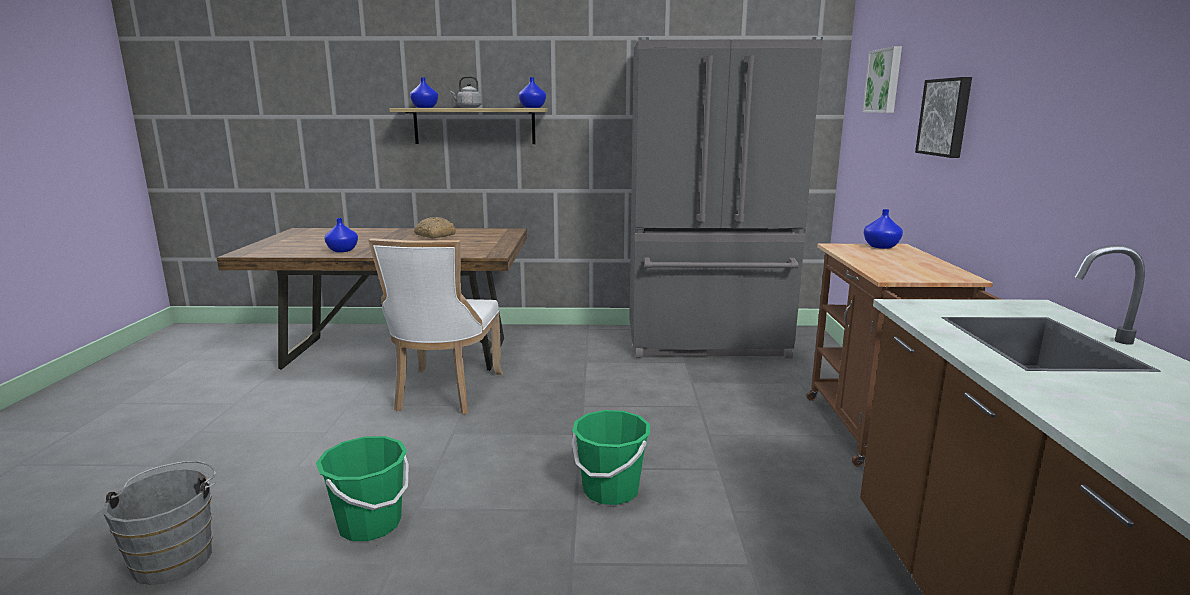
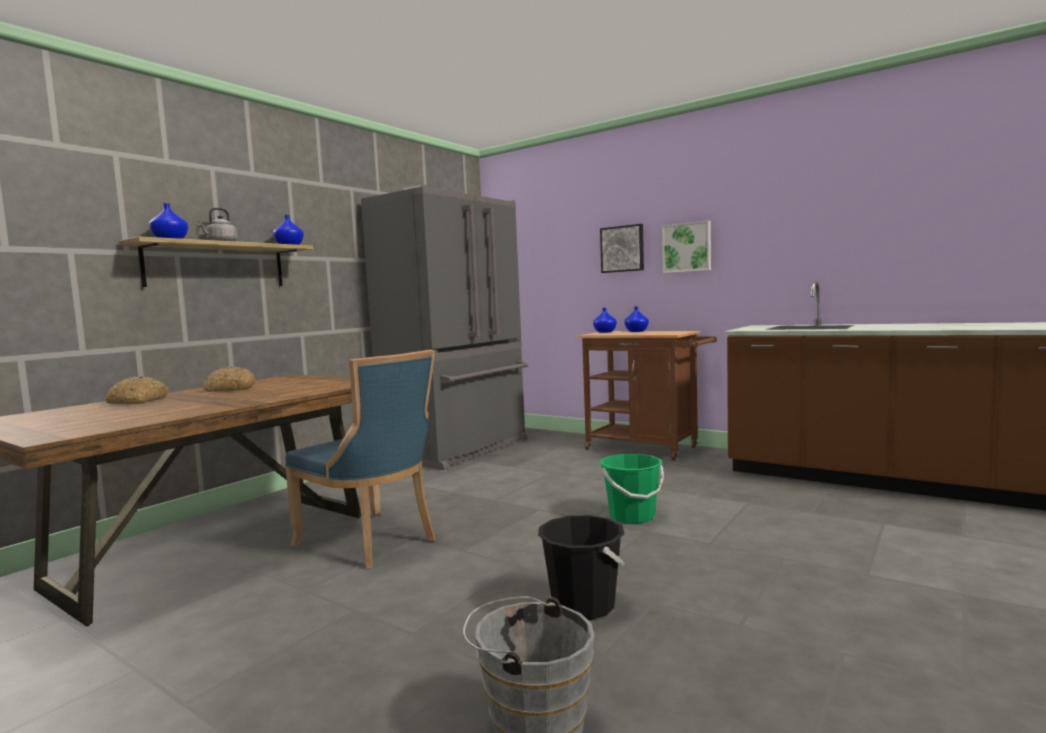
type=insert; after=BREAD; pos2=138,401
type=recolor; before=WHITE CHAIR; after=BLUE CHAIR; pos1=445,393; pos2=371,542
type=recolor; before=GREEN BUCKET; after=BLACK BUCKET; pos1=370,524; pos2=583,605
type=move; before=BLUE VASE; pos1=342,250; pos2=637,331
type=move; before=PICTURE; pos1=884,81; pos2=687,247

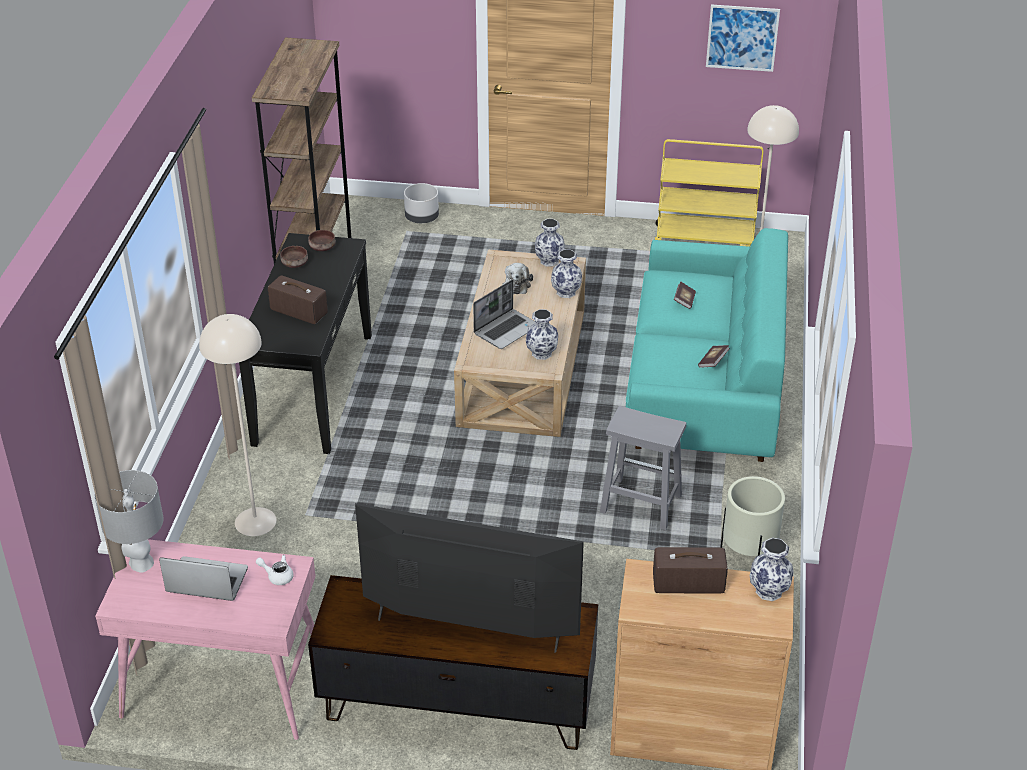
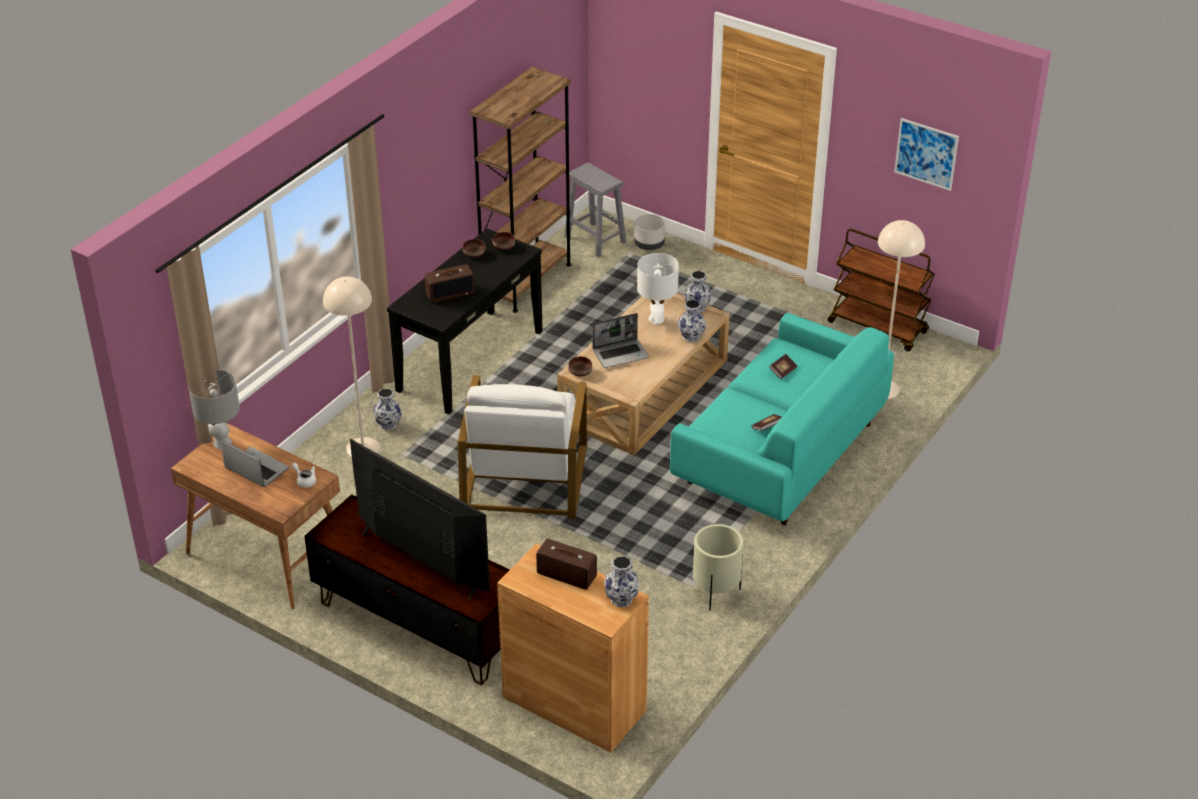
type=recolor; before=PINK DESK; after=BROWN DESK; pos1=223,686; pos2=266,556
type=move; before=VASE; pos1=541,353; pos2=388,424
type=rotate; before=RADIO; pos1=298,311; pos2=450,292; turn=105
type=insert; after=WHITE ARMCHAIR; pos2=523,477
type=move; before=GREY STOOL; pos1=639,503; pos2=594,239
type=insert; after=BROWN BOWL; pos2=580,372
type=replace; before=PLUSH TOY; after=WHITE TABLE LAMP; pos1=516,284; pos2=656,319
type=recolor; before=YELLOW CART; after=BROWN CART; pos1=705,239; pos2=878,327

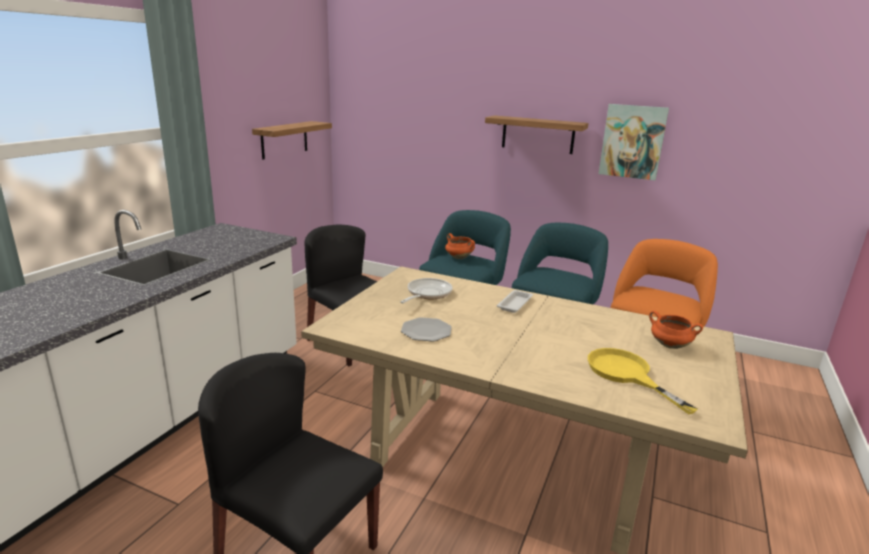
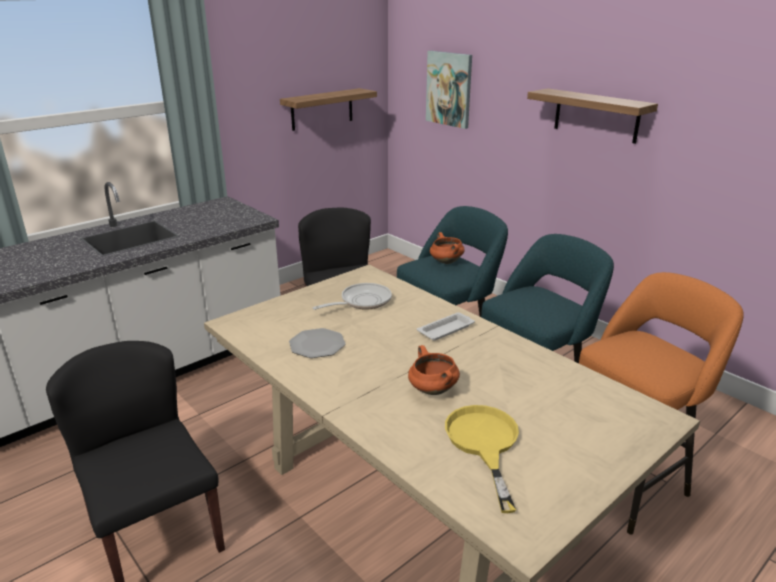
type=move; before=ORANGE COOKING POT; pos1=669,345; pos2=432,390
type=move; before=PICTURE; pos1=632,141; pos2=449,89

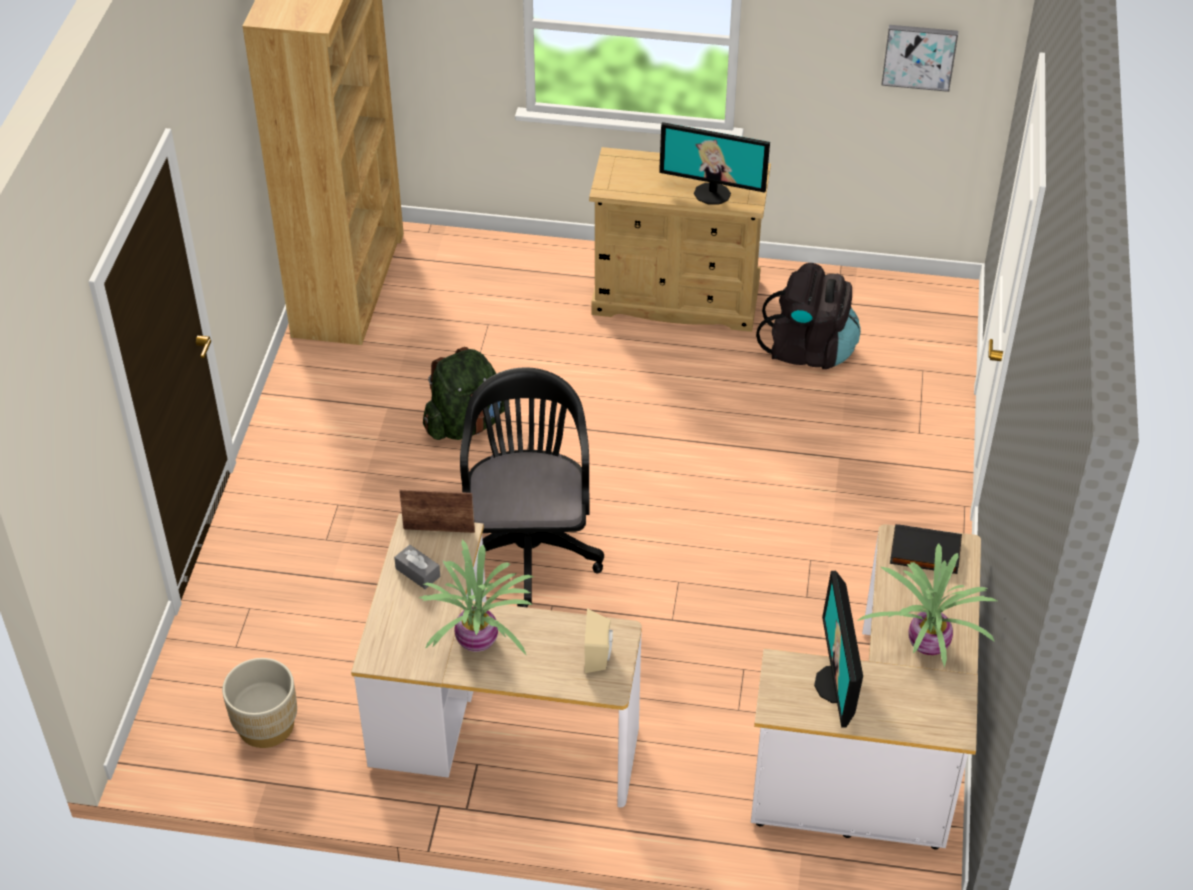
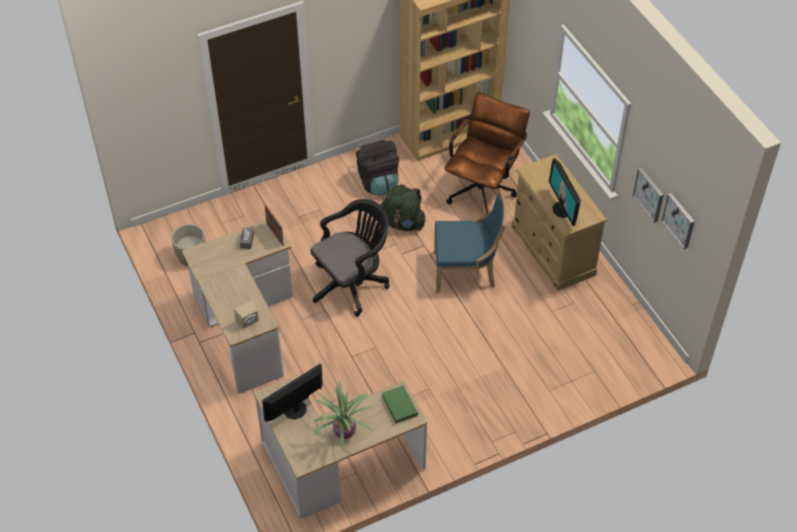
type=move; before=BLACK BACKPACK; pos1=809,350; pos2=378,182
type=recolor; before=BLACK BOOK; after=GREEN BOOK; pos1=924,553; pos2=398,405
type=insert; after=BLUE CHAIR; pos2=466,272
type=insert; after=BROWN OFFICE CHAIR; pos2=483,187
type=insert; after=PICTURE; pos2=649,194
type=delete; before=POTTED PLANT; pos1=477,642

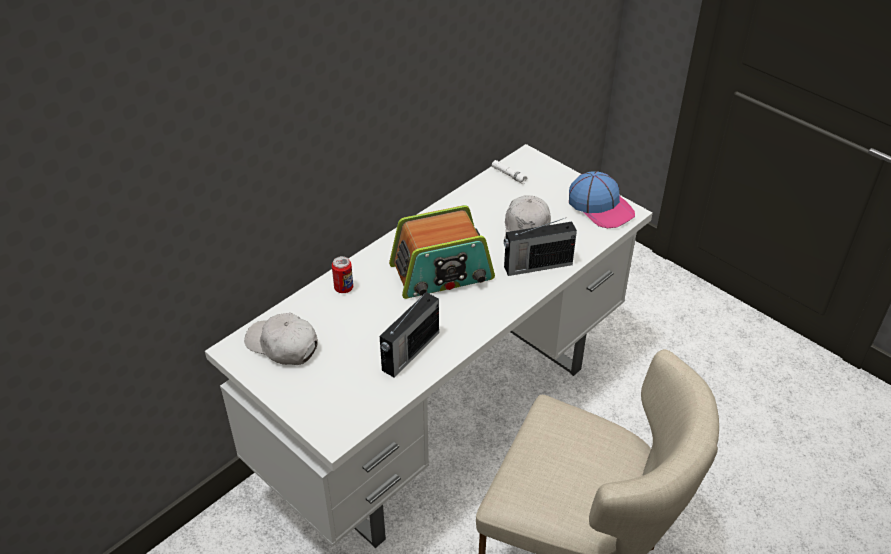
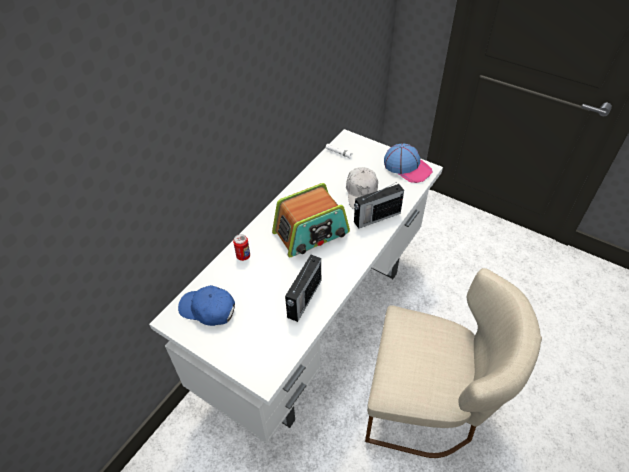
type=recolor; before=WHITE CAP; after=BLUE CAP; pos1=282,345; pos2=208,309

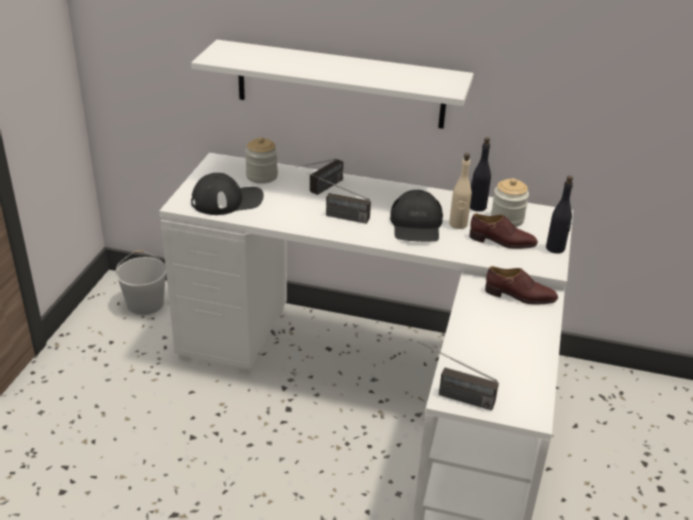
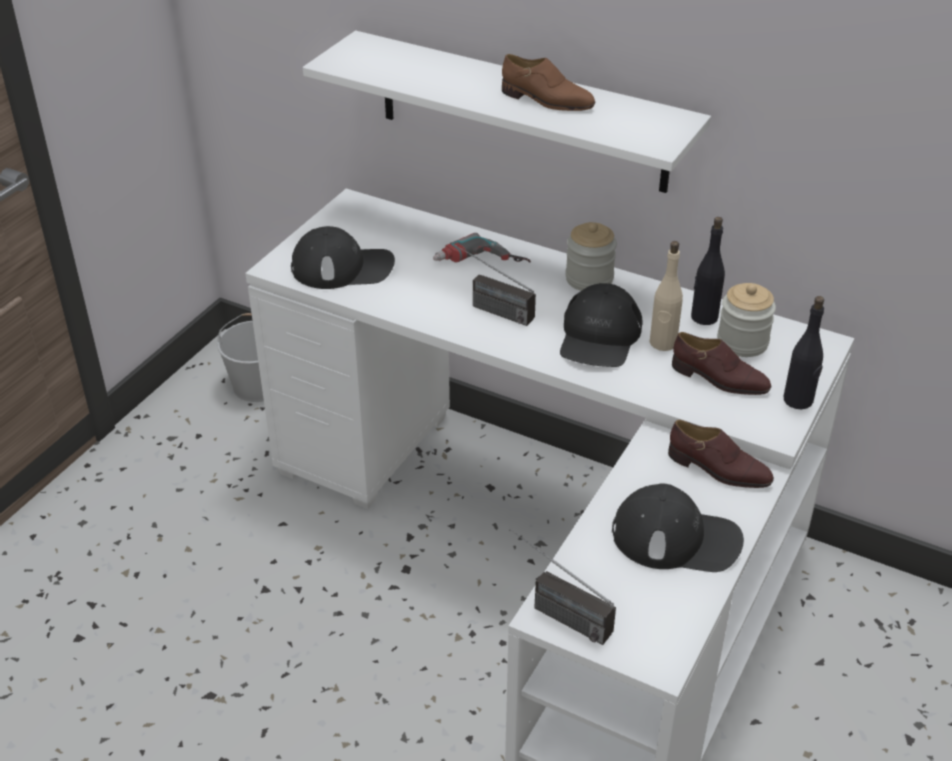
type=replace; before=RADIO; after=POWER DRILL; pos1=320,190; pos2=480,264
type=insert; after=BROWN SHOE; pos2=547,100
type=move; before=JAR; pos1=262,176; pos2=589,279
type=insert; after=BLACK CAP; pos2=676,538

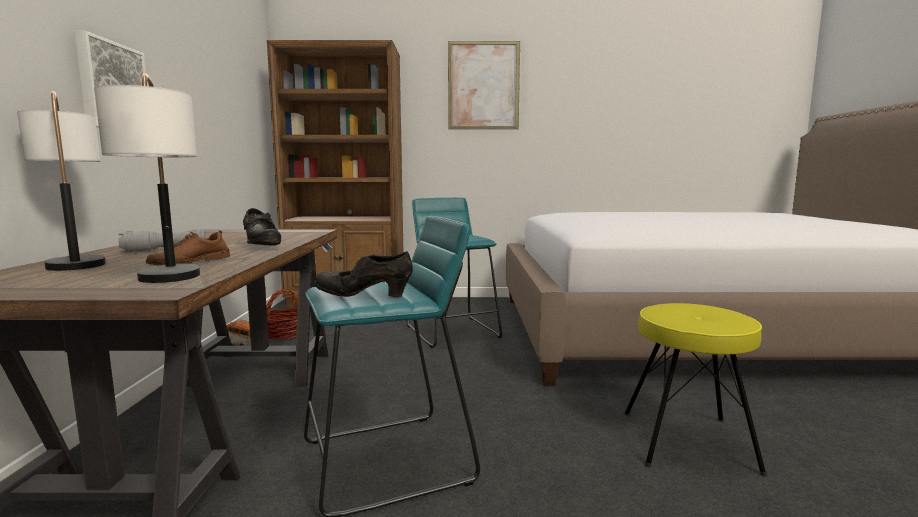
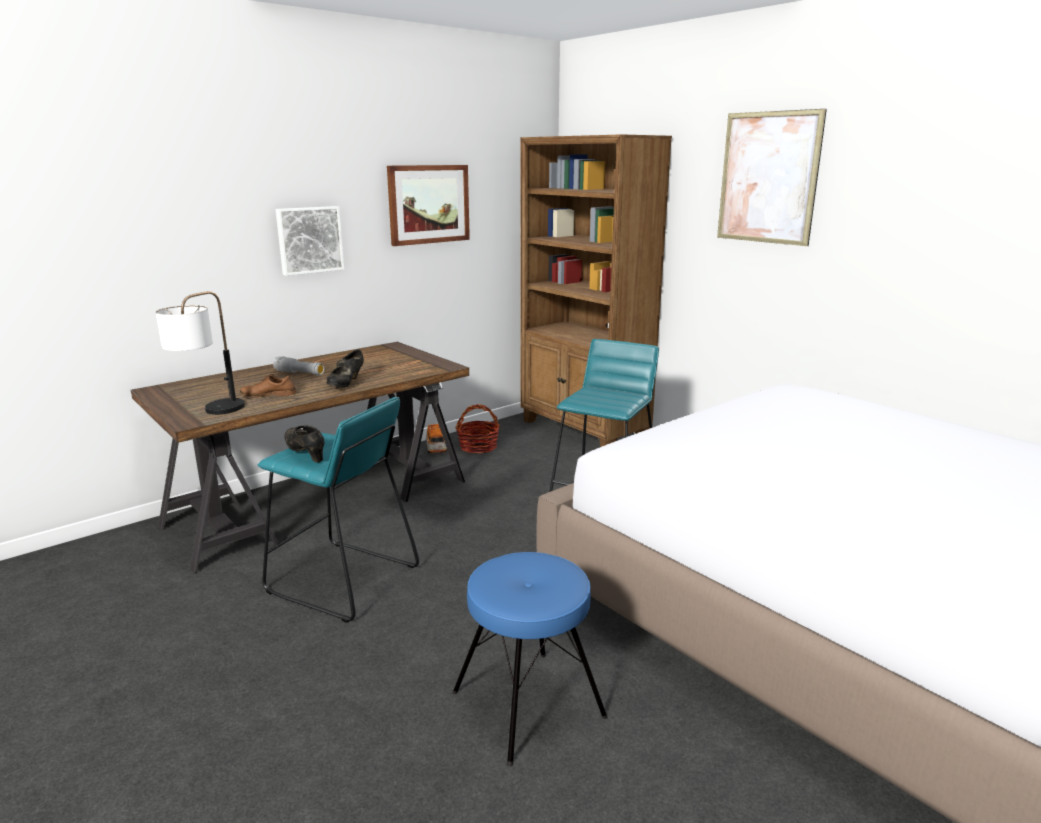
type=insert; after=PICTURE; pos2=428,204
type=recolor; before=YELLOW STOOL; after=BLUE STOOL; pos1=688,441; pos2=528,705
type=delete; before=TABLE LAMP; pos1=76,261

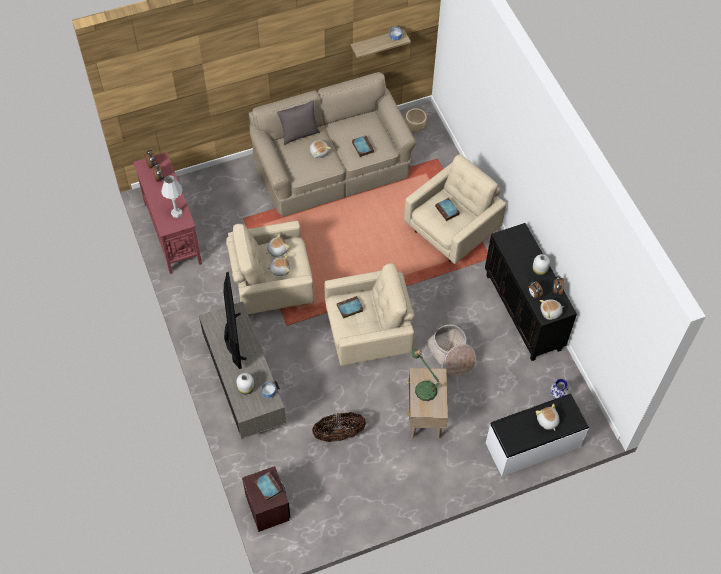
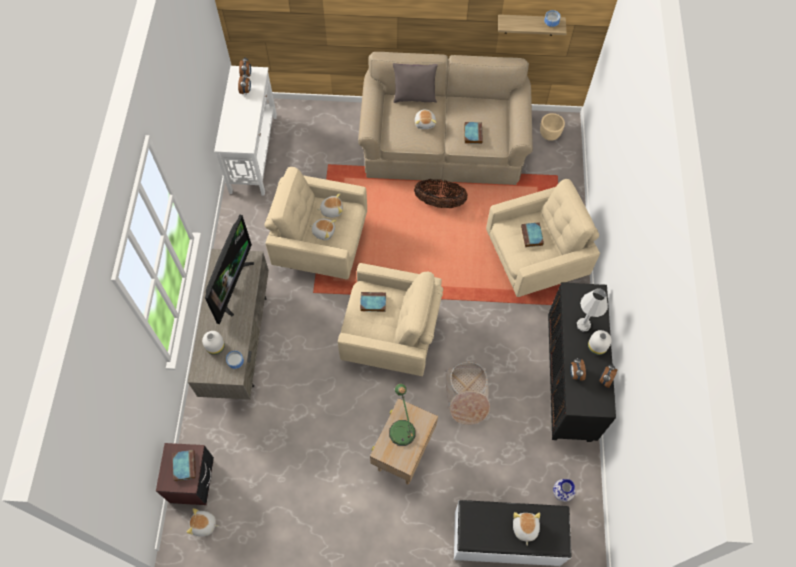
type=move; before=PLUSH TOY; pos1=550,312; pos2=204,525
type=recolor; before=RED CONSOLE TABLE; after=WHITE CONSOLE TABLE; pos1=172,232; pos2=254,153
type=move; before=BASKET; pos1=339,434; pos2=439,202
type=move; before=WHITE TABLE LAMP; pos1=176,213; pos2=583,325

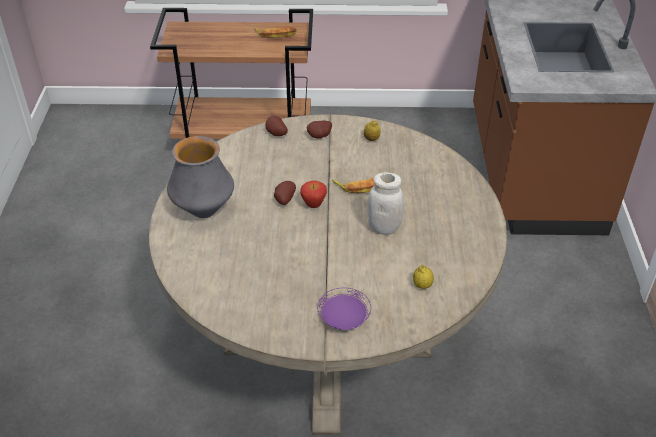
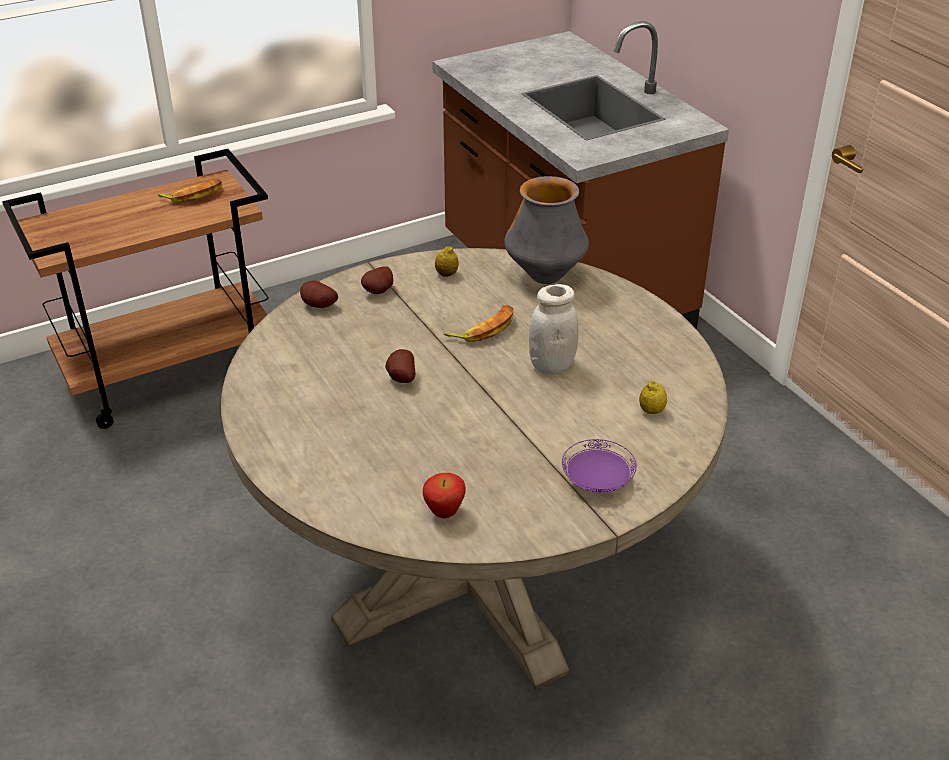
type=move; before=APPLE; pos1=313,205; pos2=444,513
type=move; before=VASE; pos1=203,210; pos2=545,277

